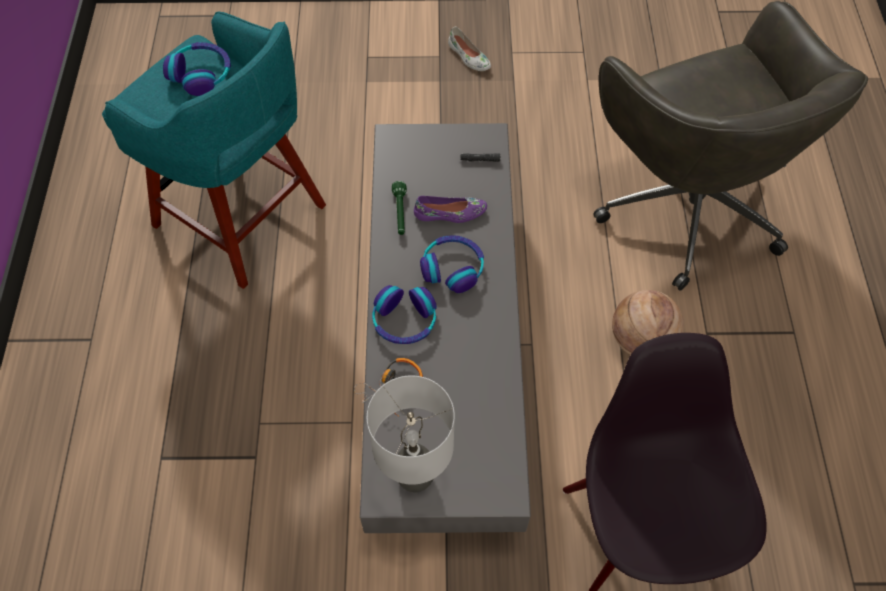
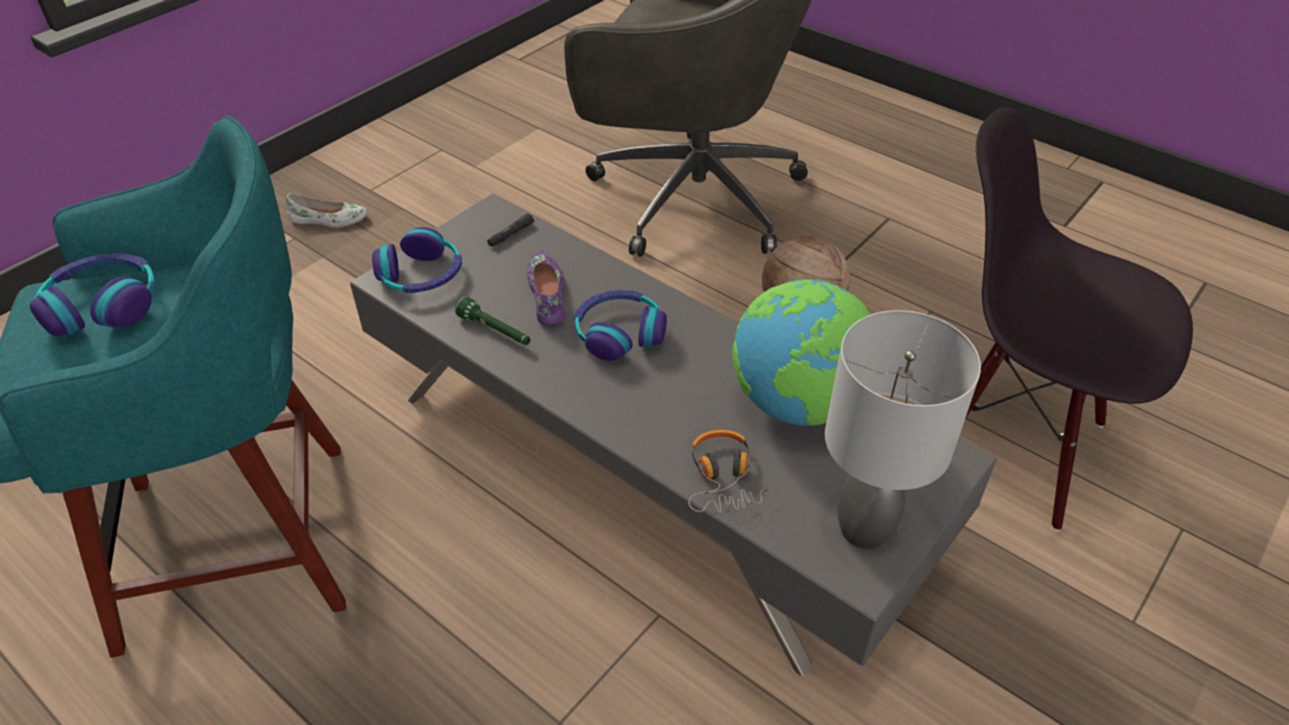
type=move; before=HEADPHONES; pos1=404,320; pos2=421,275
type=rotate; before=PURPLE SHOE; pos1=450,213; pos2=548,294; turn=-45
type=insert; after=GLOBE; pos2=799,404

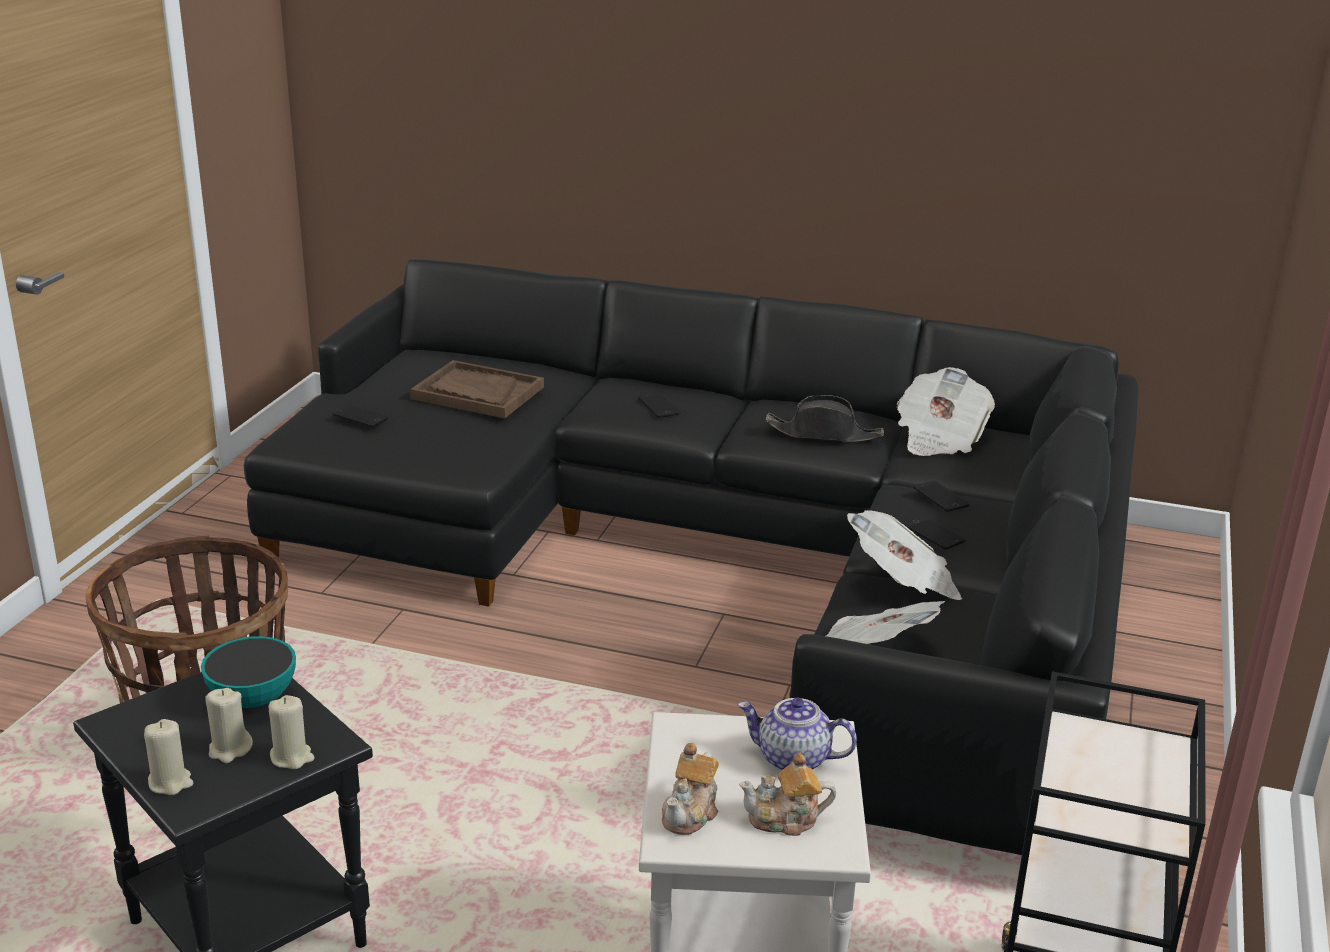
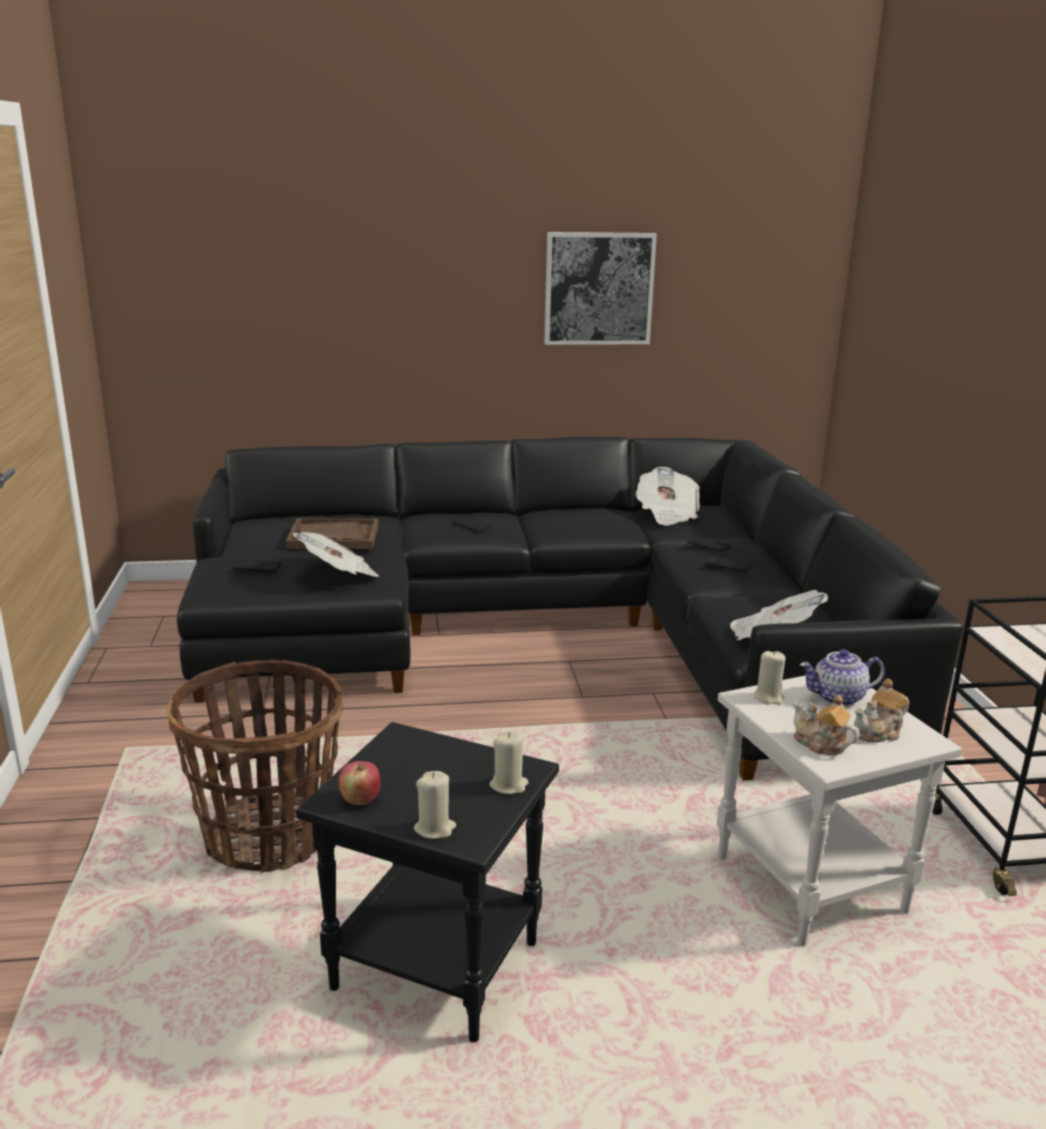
type=move; before=NEWSPAPER; pos1=903,583; pos2=338,575
type=insert; after=APPLE; pos2=360,800
type=insert; after=PICTURE; pos2=598,288
type=move; before=BEIGE CANDLE; pos1=230,749; pos2=769,697
type=rotate; before=TEAPOT; pos1=691,812; pos2=820,744; turn=135
type=delete; before=BOWL; pos1=253,699
type=delete; before=BLACK HAT; pos1=824,433

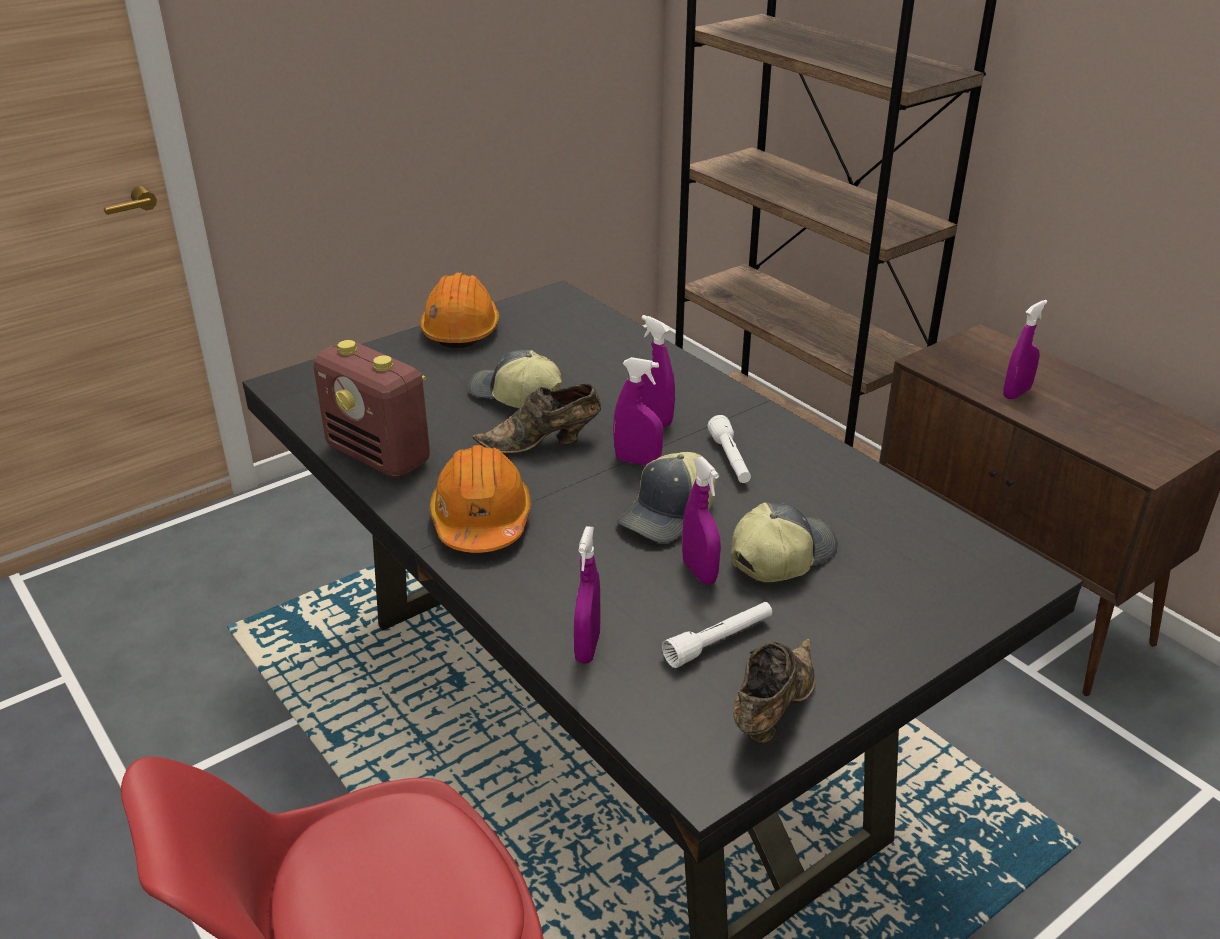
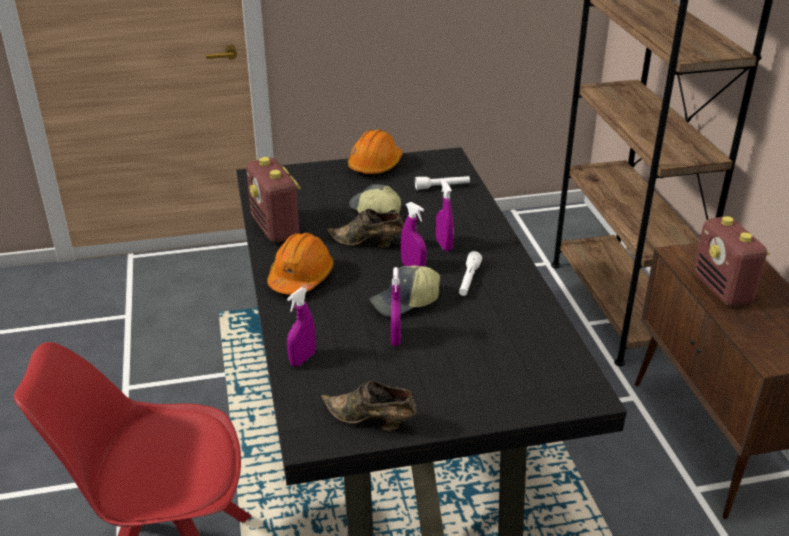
type=rotate; before=BROWN SHOE; pos1=771,711; pos2=371,421; turn=-120
type=move; before=WHITE FLASHLIGHT; pos1=719,642; pos2=442,187
type=replace; before=PURPLE SPRAY BOTTLE; after=RADIO; pos1=1016,393; pos2=722,289
type=delete; before=CAP; pos1=780,555

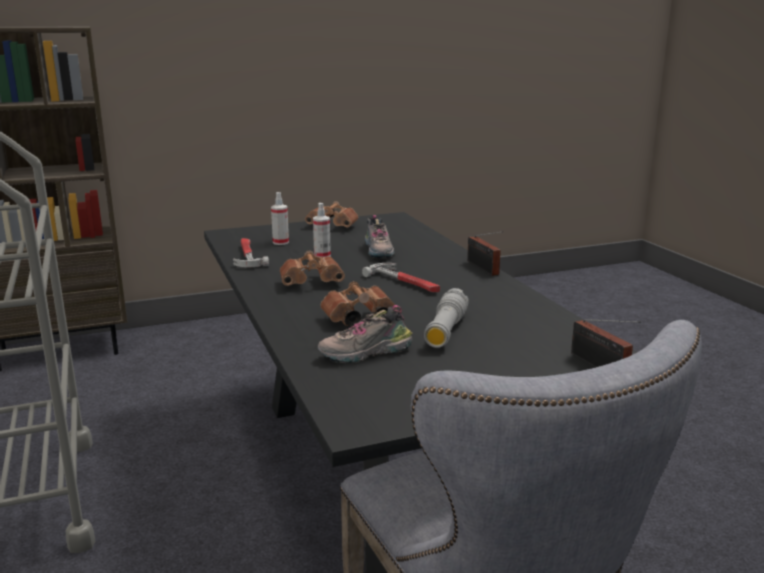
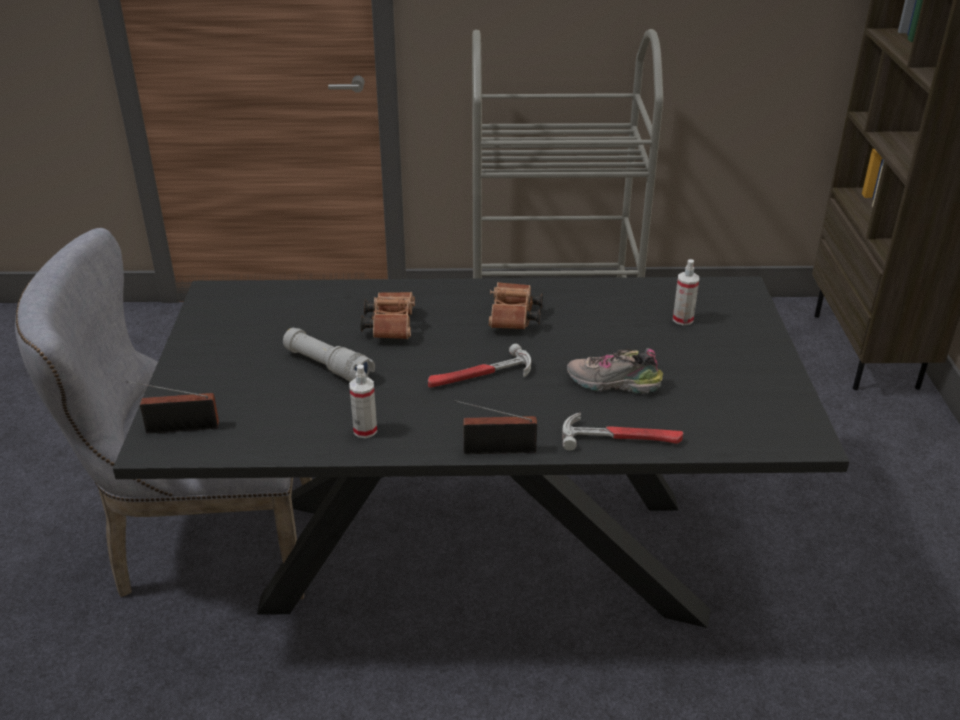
type=move; before=SPRAY BOTTLE; pos1=322,256; pos2=365,430
type=move; before=HAMMER; pos1=247,256; pos2=621,437
type=delete; before=BROWN BINOCULARS; pos1=334,226
type=delete; before=SHOE; pos1=366,353

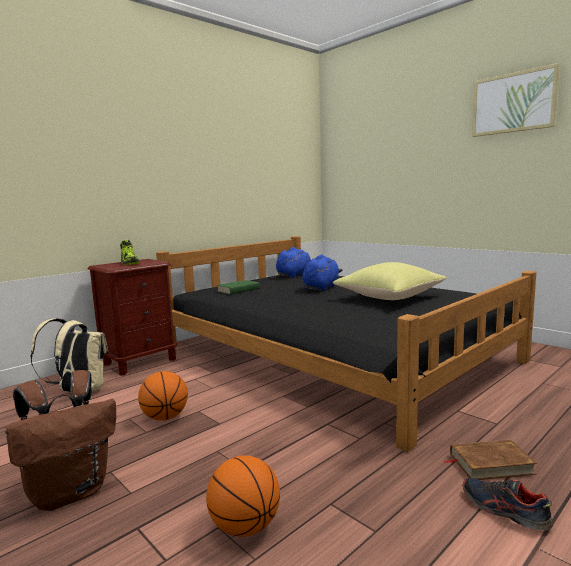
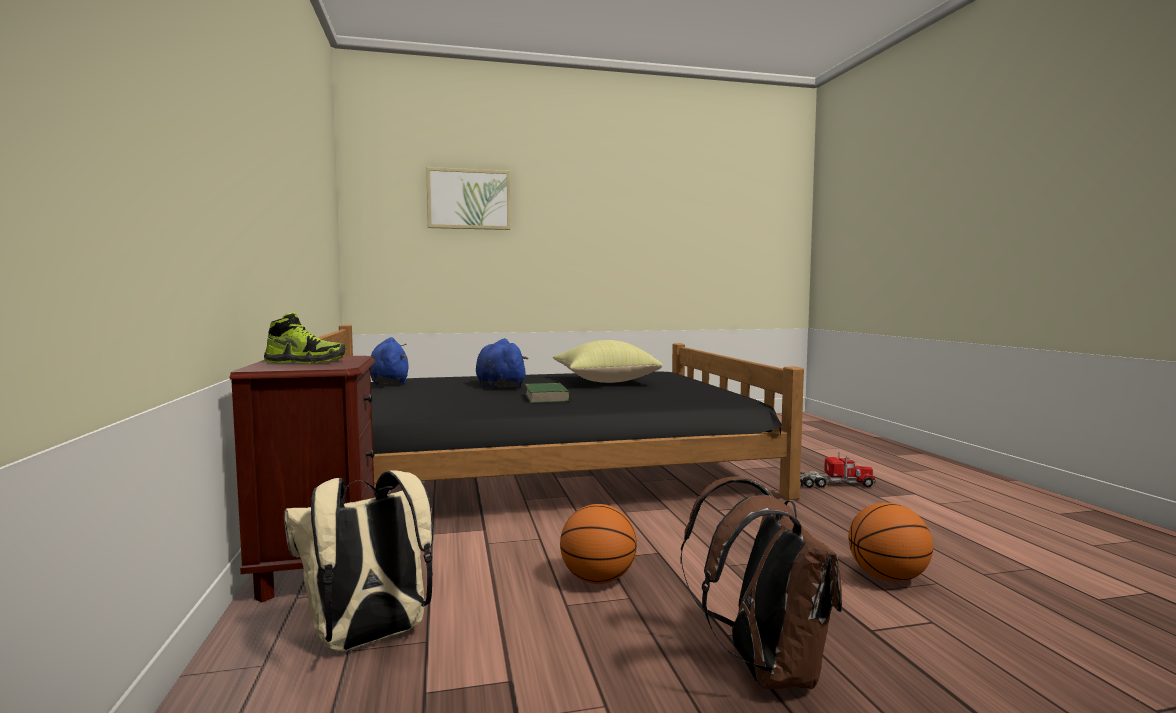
type=move; before=PICTURE; pos1=513,103; pos2=469,199
type=move; before=GREEN BOOK; pos1=238,290; pos2=546,397
type=replace; before=BROWN BOOK; after=TOY TRUCK; pos1=490,464; pos2=834,484
type=delete; before=SHOE; pos1=504,510

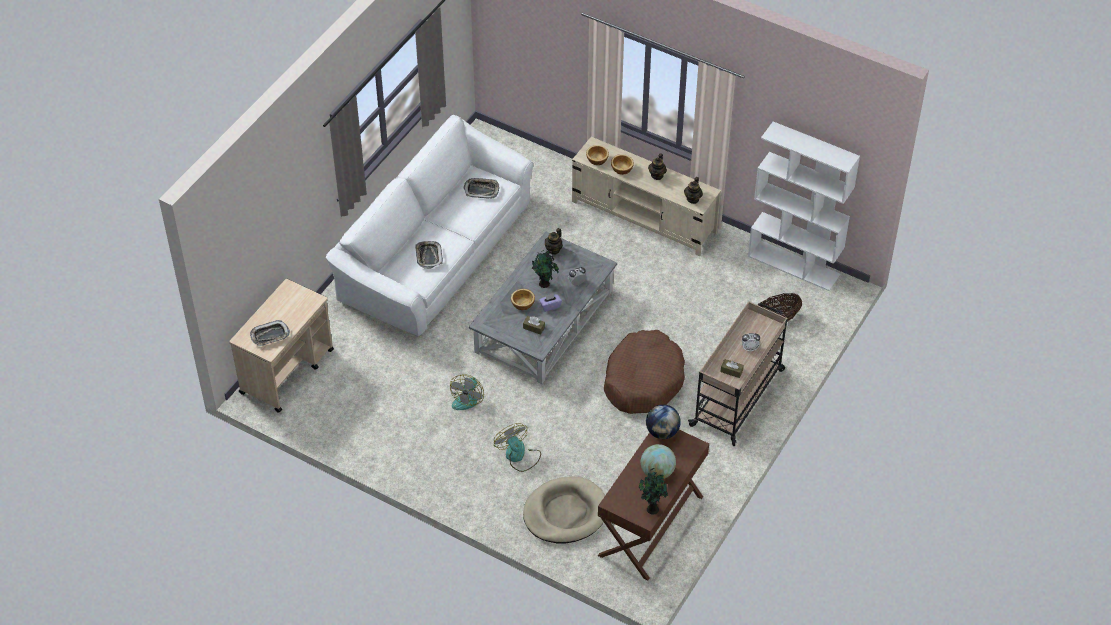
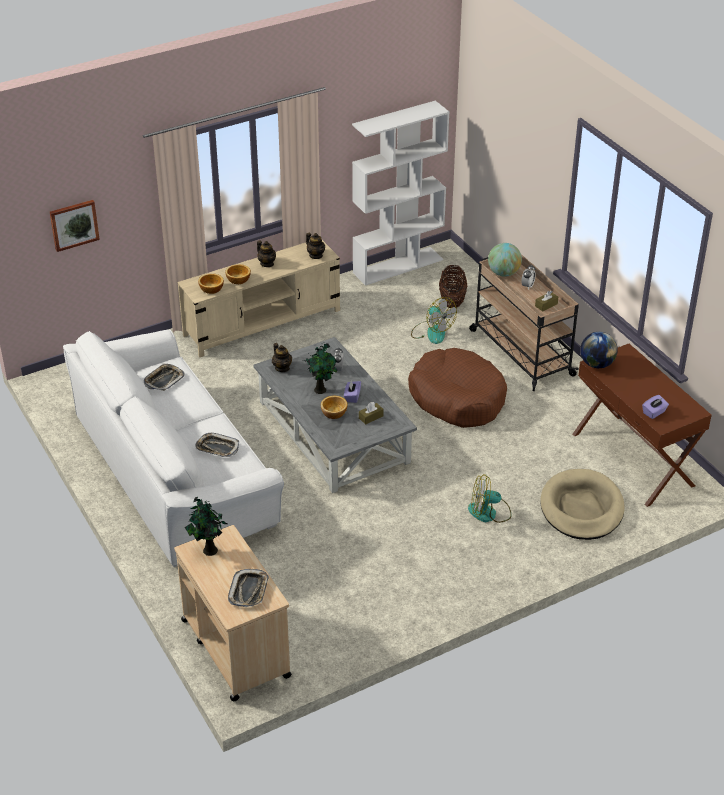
type=insert; after=PICTURE; pos2=74,224
type=move; before=POTTED PLANT; pos1=652,508; pos2=208,550
type=move; before=FAN; pos1=467,397; pos2=432,332
type=move; before=GLOBE; pos1=657,472; pos2=503,273
type=insert; after=PURPLE TISSUE BOX; pos2=654,412

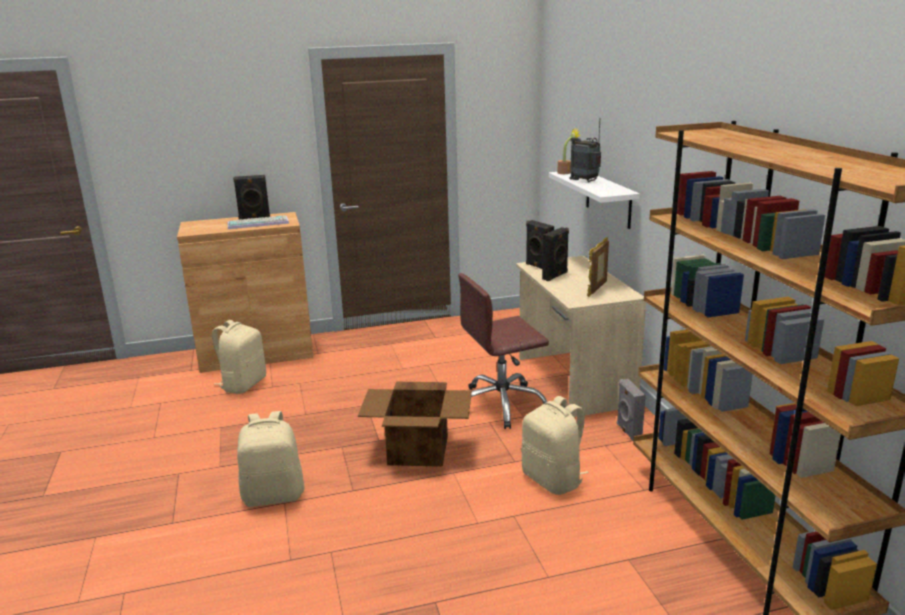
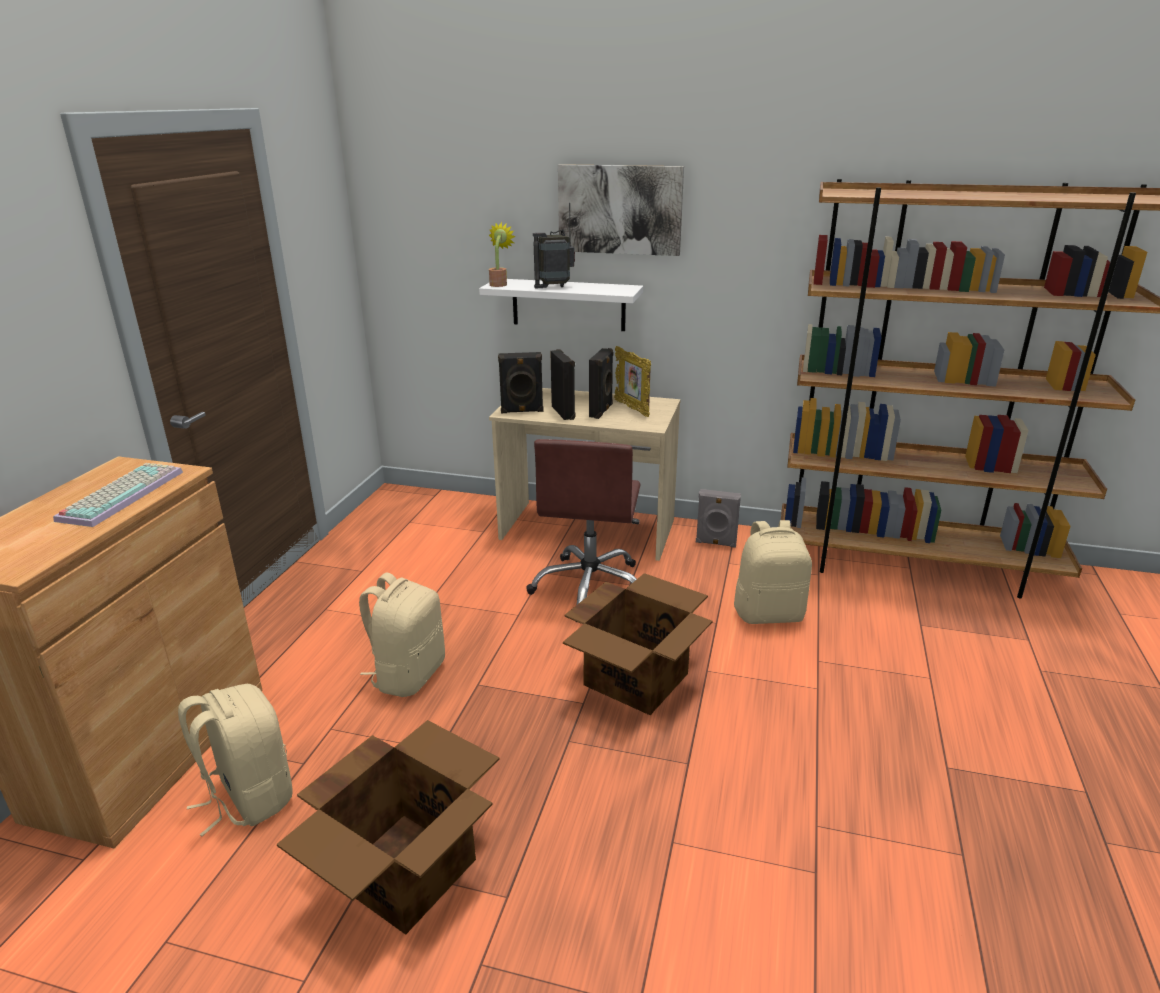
type=insert; after=CARDBOARD BOX; pos2=406,869
type=move; before=BEIGE BACKPACK; pos1=274,495; pos2=408,675
type=insert; after=PICTURE; pos2=620,209
type=move; before=BLACK SPEAKER; pos1=254,218; pos2=602,411

